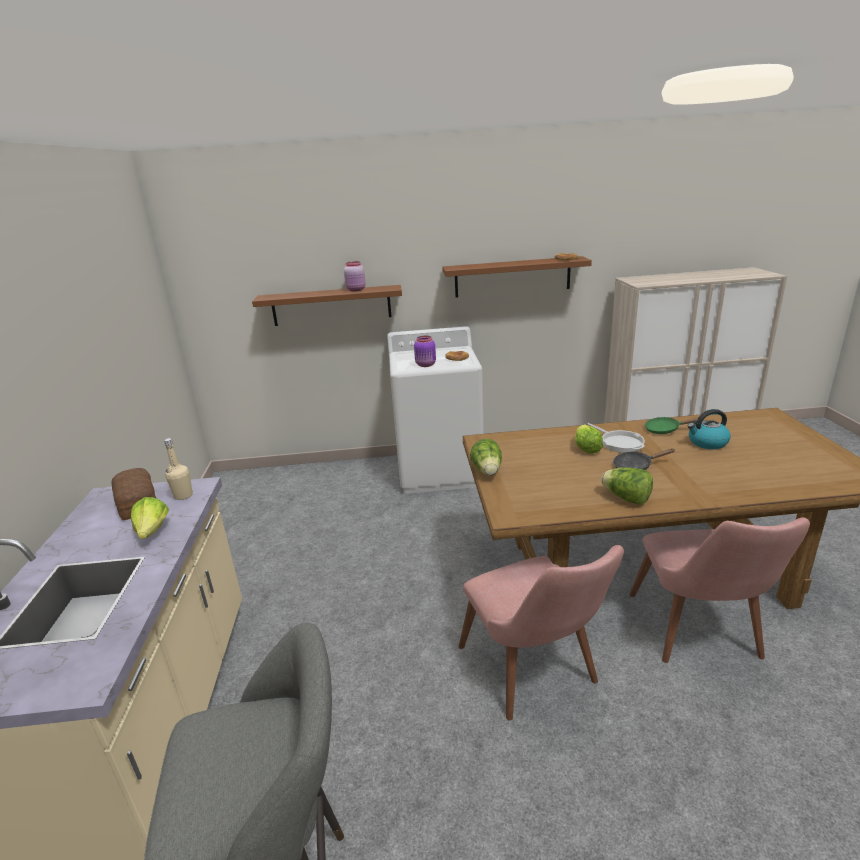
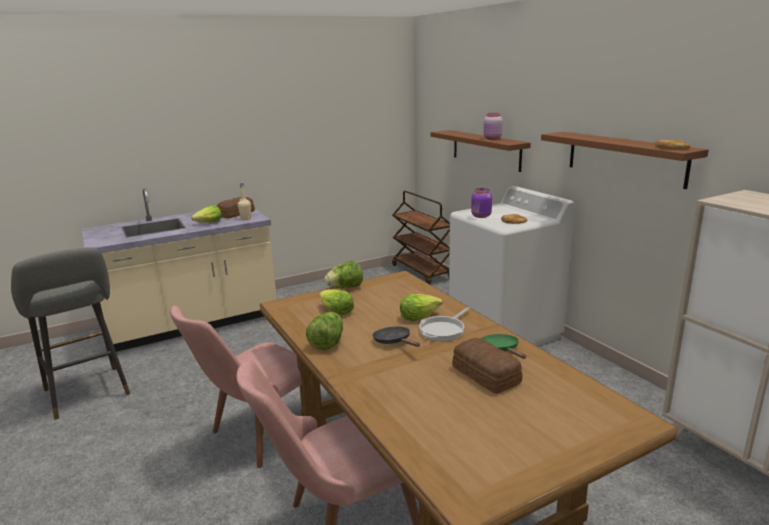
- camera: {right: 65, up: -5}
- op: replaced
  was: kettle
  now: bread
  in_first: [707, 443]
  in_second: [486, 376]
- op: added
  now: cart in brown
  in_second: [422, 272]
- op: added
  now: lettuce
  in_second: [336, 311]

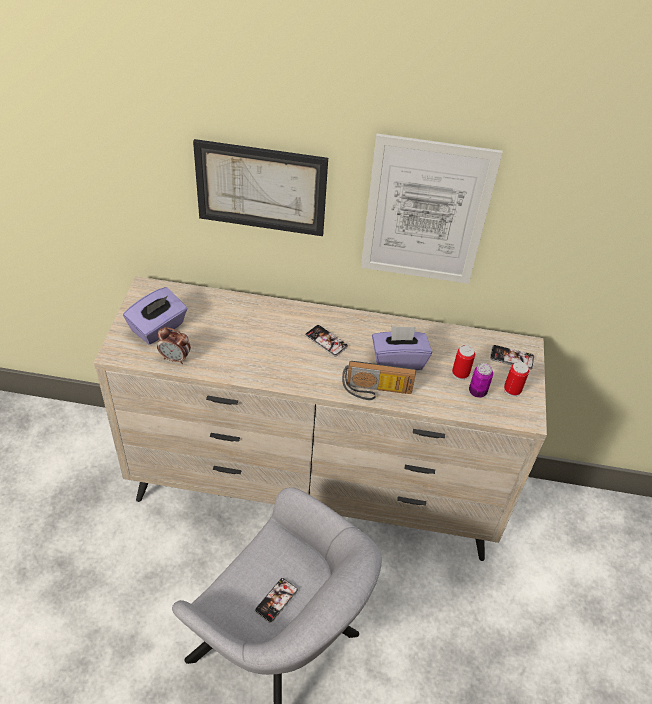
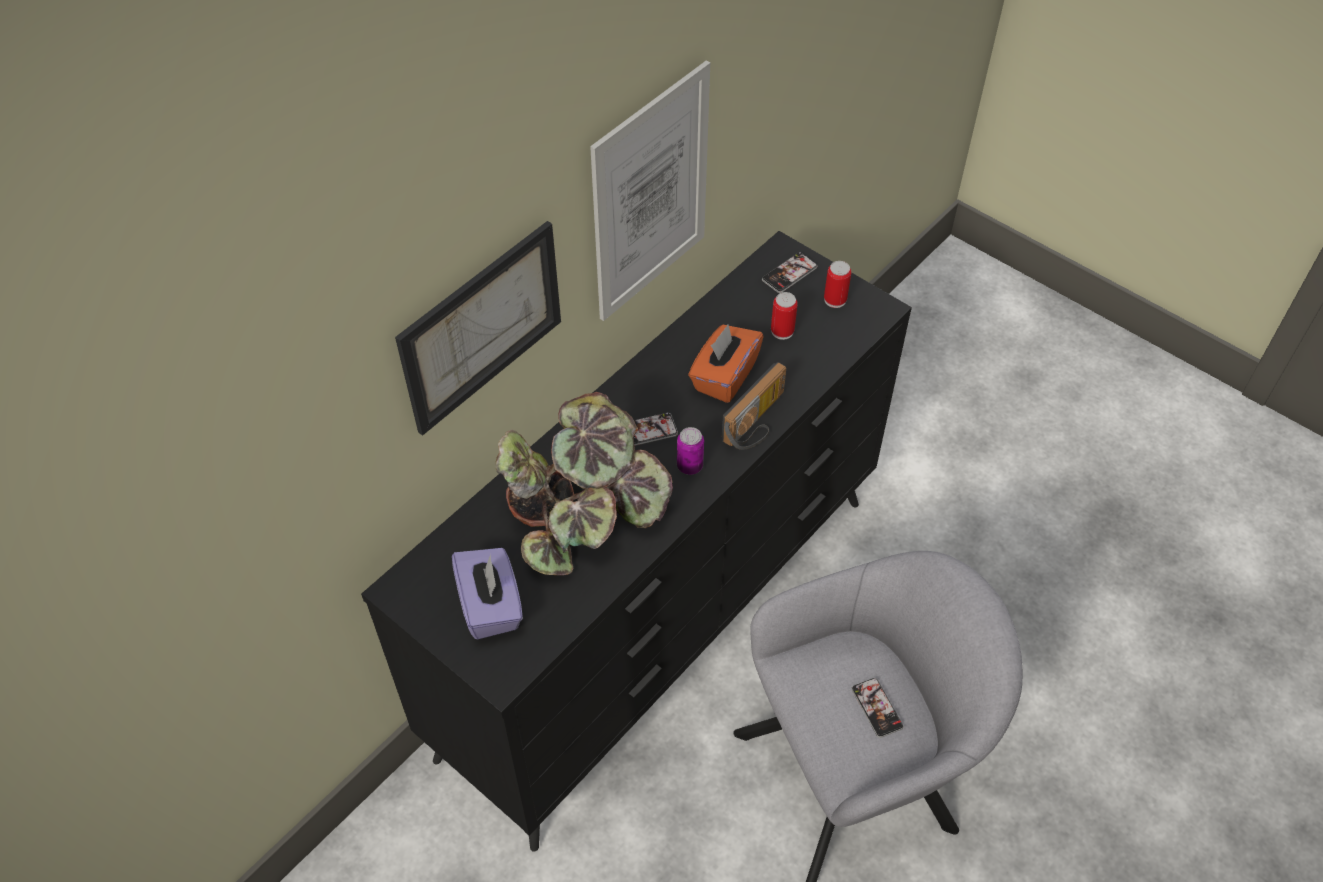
- camera: {right: -55, up: 5}
- op: recoloured
  was: dresser in beige
  now: dresser in black
  in_first: [316, 492]
  in_second: [662, 624]
- op: recoloured
  was: tissue box in purple
  now: tissue box in orange
  in_first: [398, 360]
  in_second: [724, 377]
- op: removed
  was: alarm clock
  in_first: [175, 358]
- op: moved
  was: can
  in_first: [477, 392]
  in_second: [689, 466]
- op: added
  now: potted plant
  in_second: [582, 515]

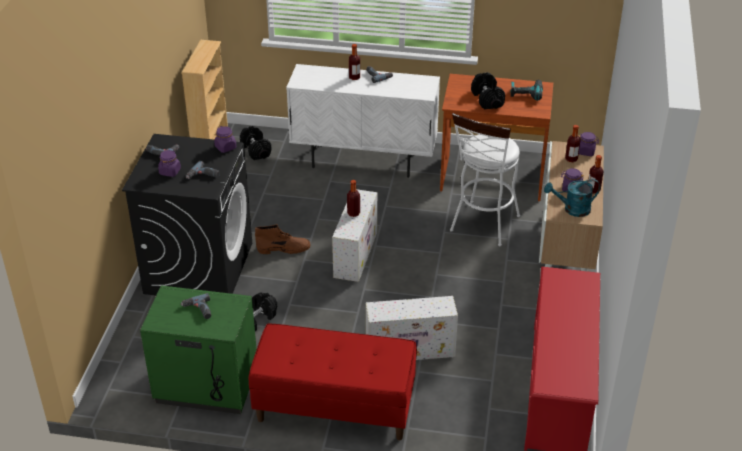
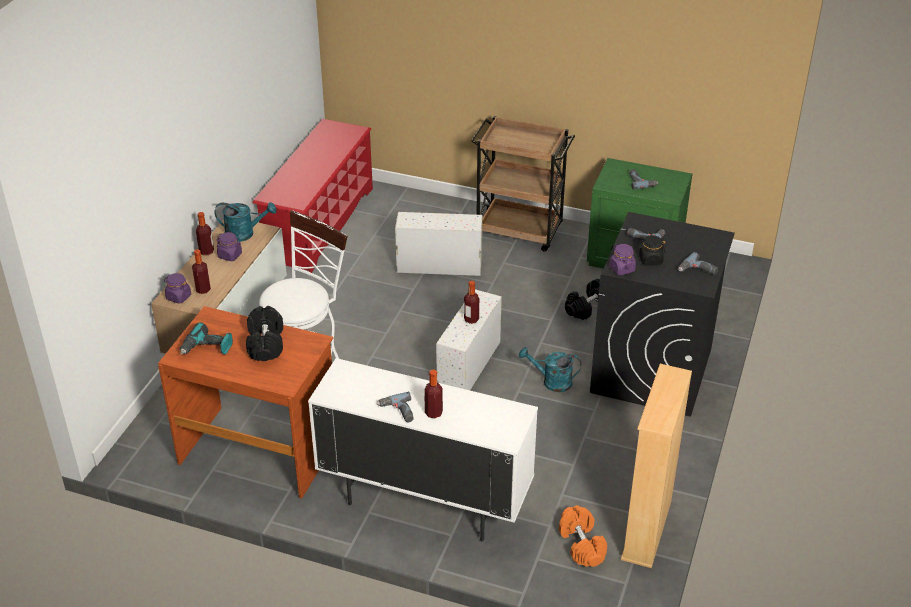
- camera: {right: -170, up: 0}
- op: recoloured
  was: dumbbell in black
  now: dumbbell in orange
  in_first: [256, 150]
  in_second: [581, 544]
- op: removed
  was: jar in purple
  in_first: [170, 171]
- op: replaced
  was: boot in brown
  now: watering can in turquoise
  in_first: [284, 249]
  in_second: [551, 382]
- op: replaced
  was: bench in red
  now: cart in brown
  in_first: [334, 407]
  in_second: [519, 231]
- op: added
  now: jar in black
  in_second: [650, 260]

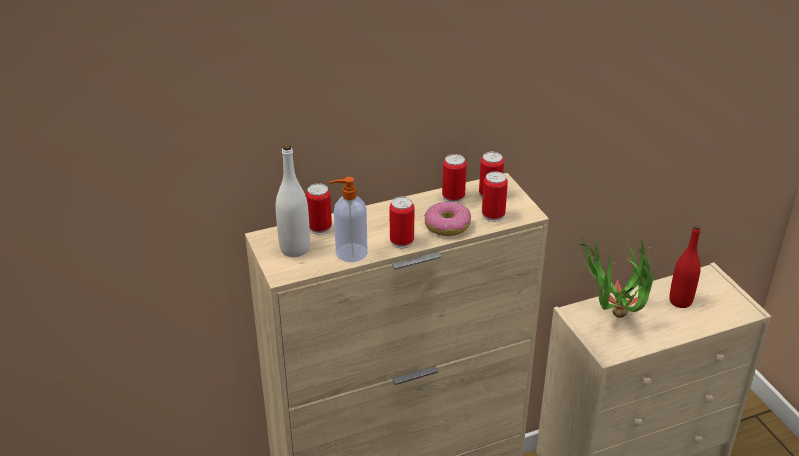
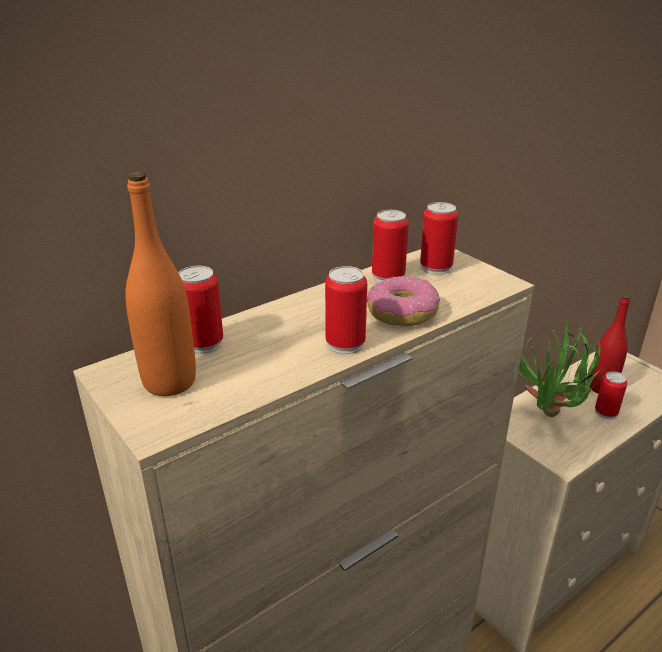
- camera: {right: -15, up: -5}
- op: recoloured
  was: bottle in white
  now: bottle in orange
  in_first: [295, 249]
  in_second: [169, 382]
- op: moved
  was: can
  in_first: [493, 215]
  in_second: [606, 412]
- op: removed
  was: soap dispenser
  in_first: [350, 253]

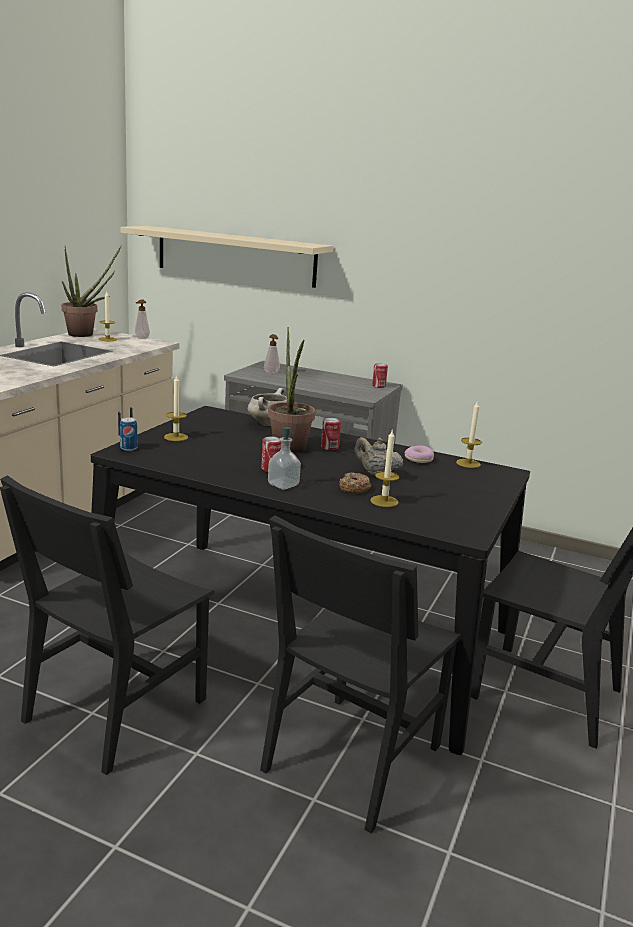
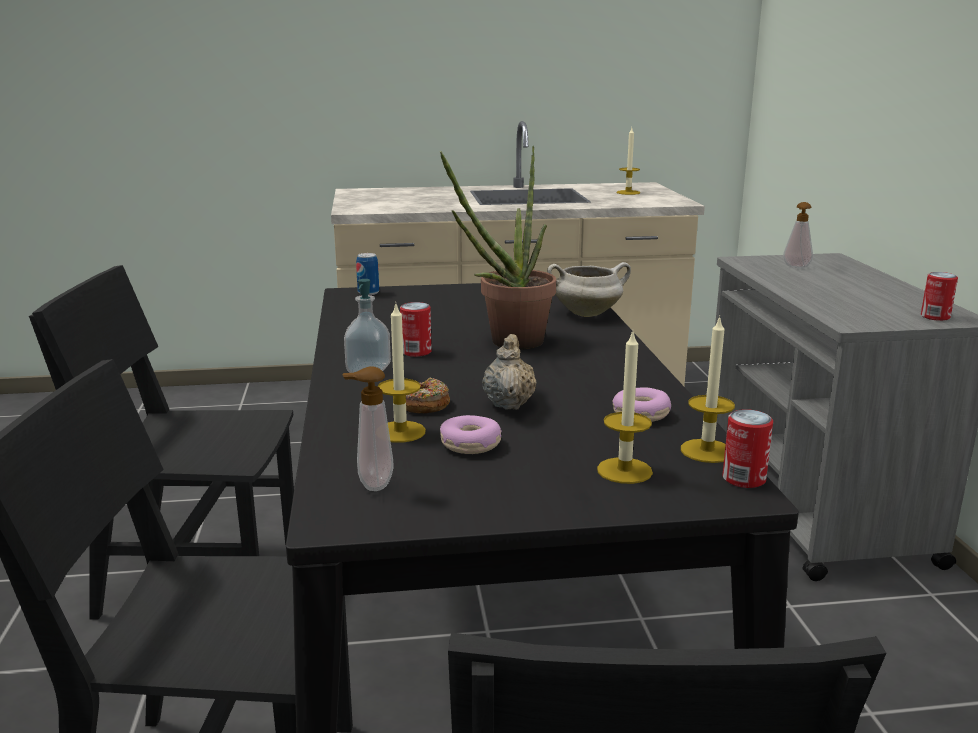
- camera: {right: 60, up: 0}
- op: removed
  was: shelf in beige
  in_first: [235, 256]
- op: removed
  was: potted plant
  in_first: [86, 334]
- op: moved
  was: soap dispenser
  in_first: [141, 338]
  in_second: [371, 484]
- op: moved
  was: candle
  in_first: [176, 437]
  in_second: [624, 470]
- op: moved
  was: can
  in_first: [329, 447]
  in_second: [744, 479]
- op: added
  now: donut
  in_second: [471, 445]

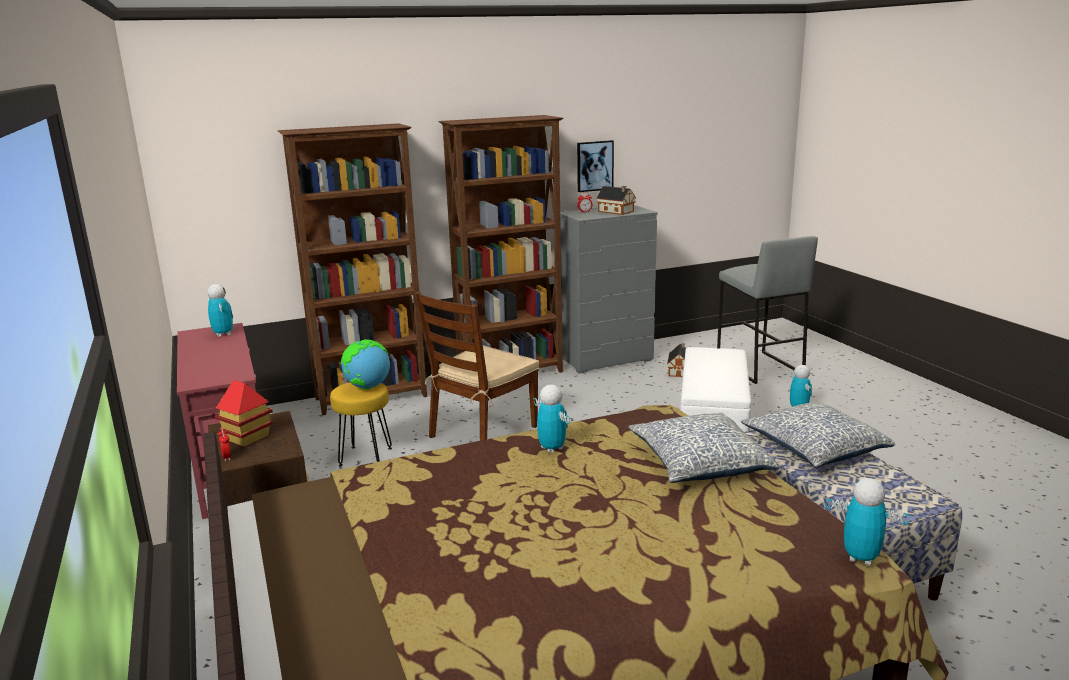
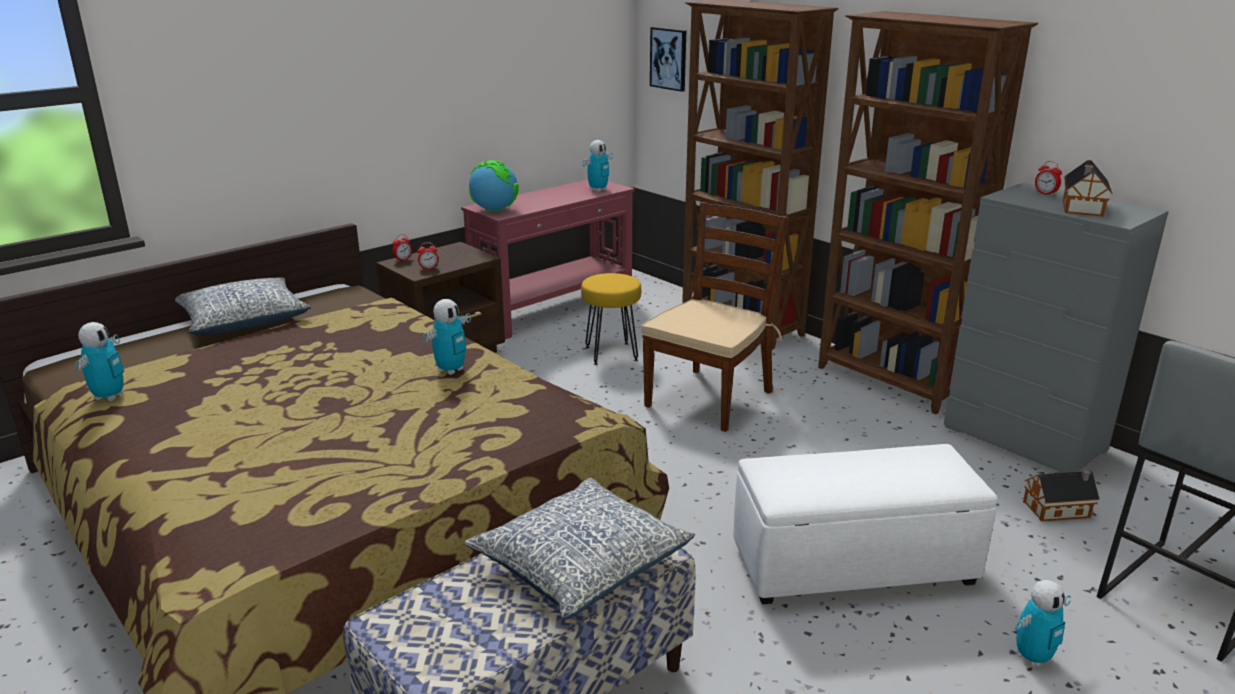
- camera: {right: 70, up: 5}
- op: moved
  was: picture
  in_first: [594, 166]
  in_second: [669, 58]
- op: turned
  was: chair in brown
  in_first: [482, 432]
  in_second: [709, 398]
  clockwise: 105
- op: moved
  was: globe
  in_first: [367, 387]
  in_second: [494, 210]
- op: removed
  was: toy house
  in_first: [247, 438]
- op: moved
  was: pillow
  in_first: [698, 463]
  in_second: [244, 320]
- op: moved
  was: toy robot
  in_first: [860, 558]
  in_second: [109, 396]
- op: added
  now: alarm clock
  in_second: [429, 268]

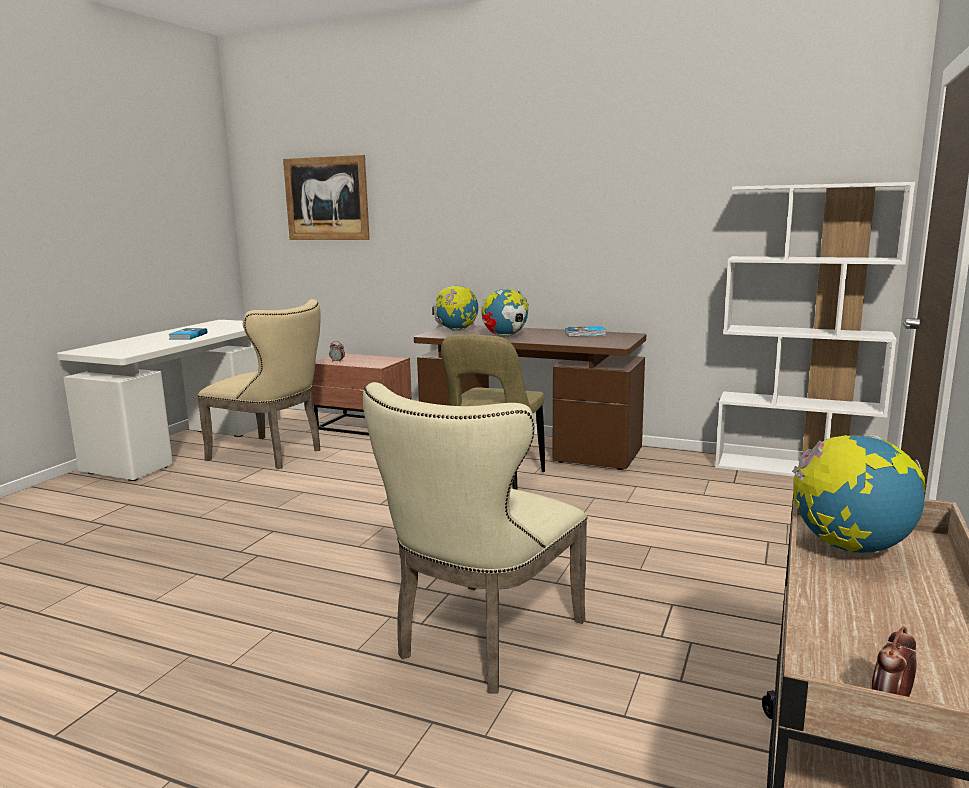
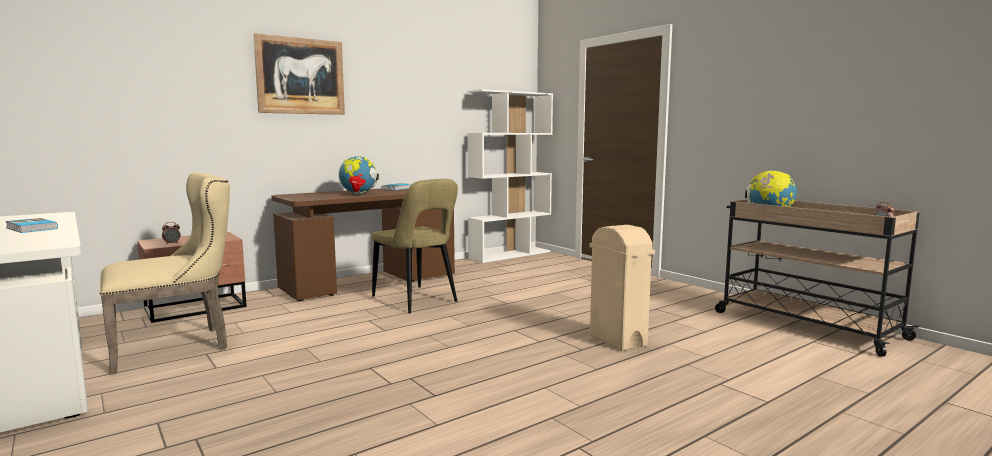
- camera: {right: -60, up: -5}
- op: moved
  was: picture
  in_first: [326, 199]
  in_second: [300, 76]
- op: removed
  was: globe
  in_first: [456, 330]
- op: replaced
  was: chair in beige
  now: trash can in beige
  in_first: [481, 642]
  in_second: [618, 341]

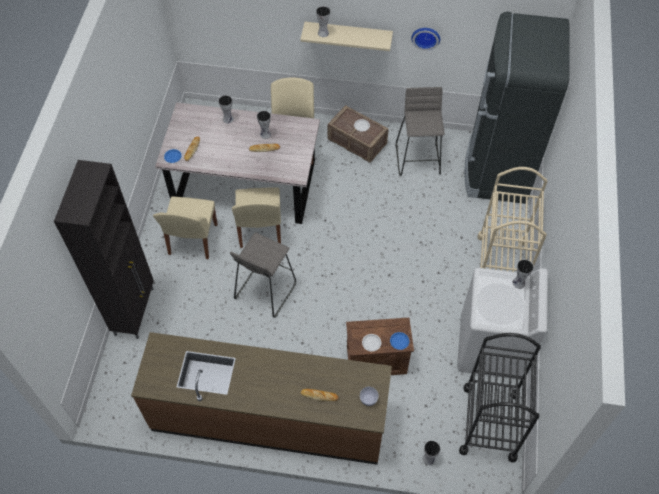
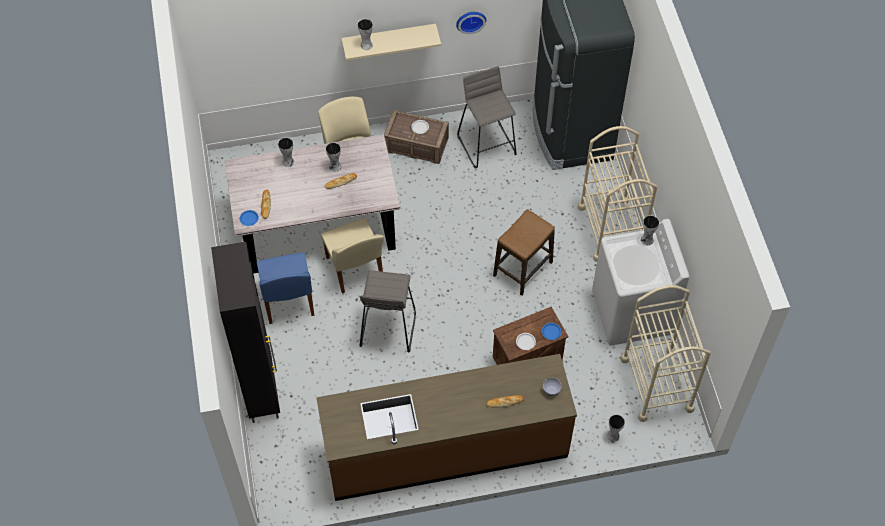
- camera: {right: -20, up: 0}
- op: recoloured
  was: chair in beige
  now: chair in blue
  in_first: [192, 240]
  in_second: [288, 301]
- op: recoloured
  was: cart in black
  now: cart in beige
  in_first: [489, 422]
  in_second: [656, 384]
- op: added
  now: stool
  in_second: [522, 269]

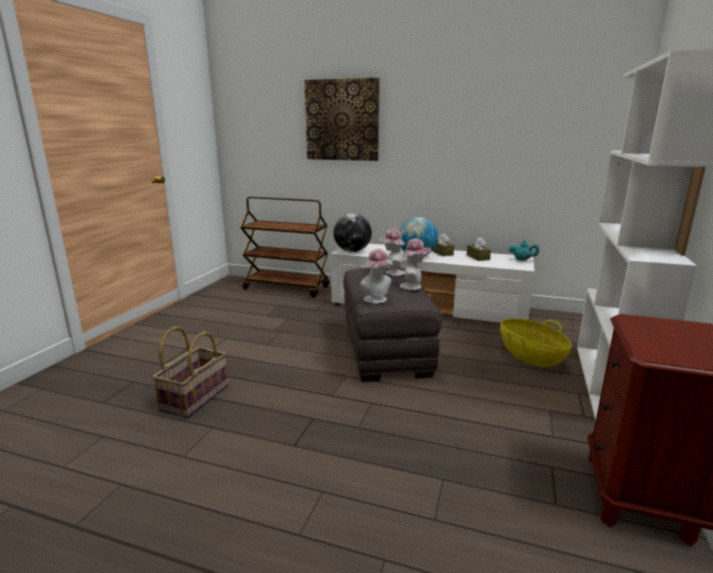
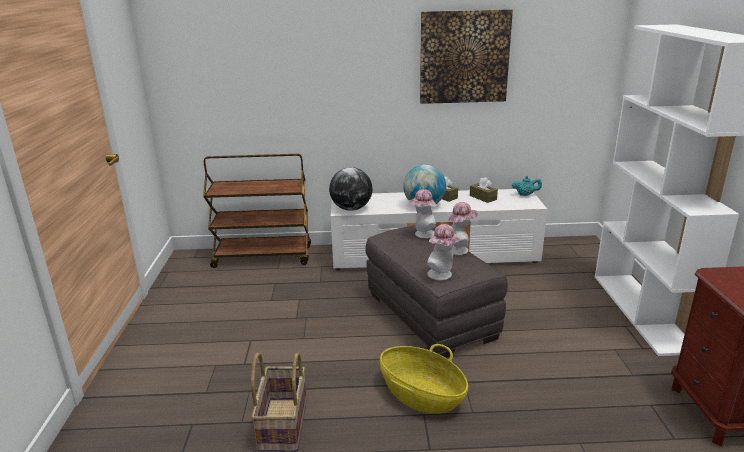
- camera: {right: -20, up: 5}
- op: moved
  was: picture
  in_first: [342, 120]
  in_second: [464, 57]
- op: moved
  was: basket
  in_first: [531, 355]
  in_second: [421, 395]

